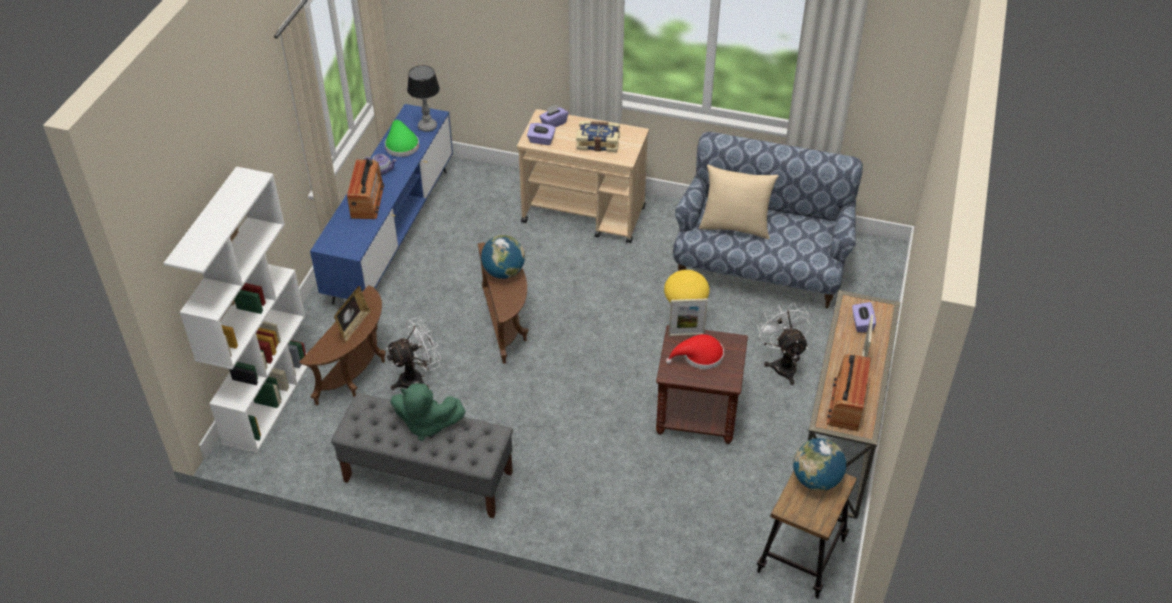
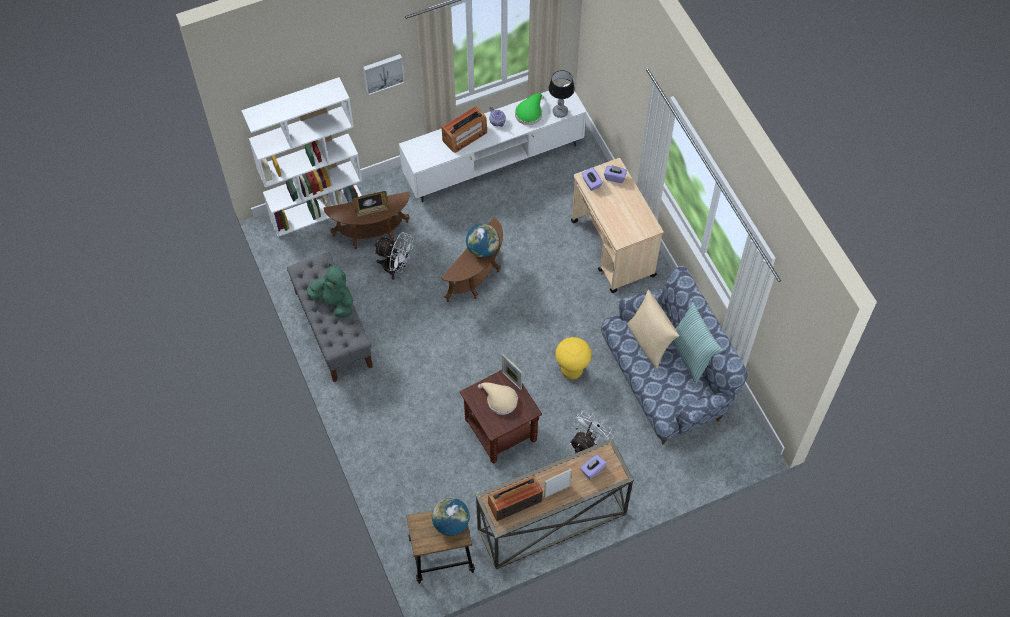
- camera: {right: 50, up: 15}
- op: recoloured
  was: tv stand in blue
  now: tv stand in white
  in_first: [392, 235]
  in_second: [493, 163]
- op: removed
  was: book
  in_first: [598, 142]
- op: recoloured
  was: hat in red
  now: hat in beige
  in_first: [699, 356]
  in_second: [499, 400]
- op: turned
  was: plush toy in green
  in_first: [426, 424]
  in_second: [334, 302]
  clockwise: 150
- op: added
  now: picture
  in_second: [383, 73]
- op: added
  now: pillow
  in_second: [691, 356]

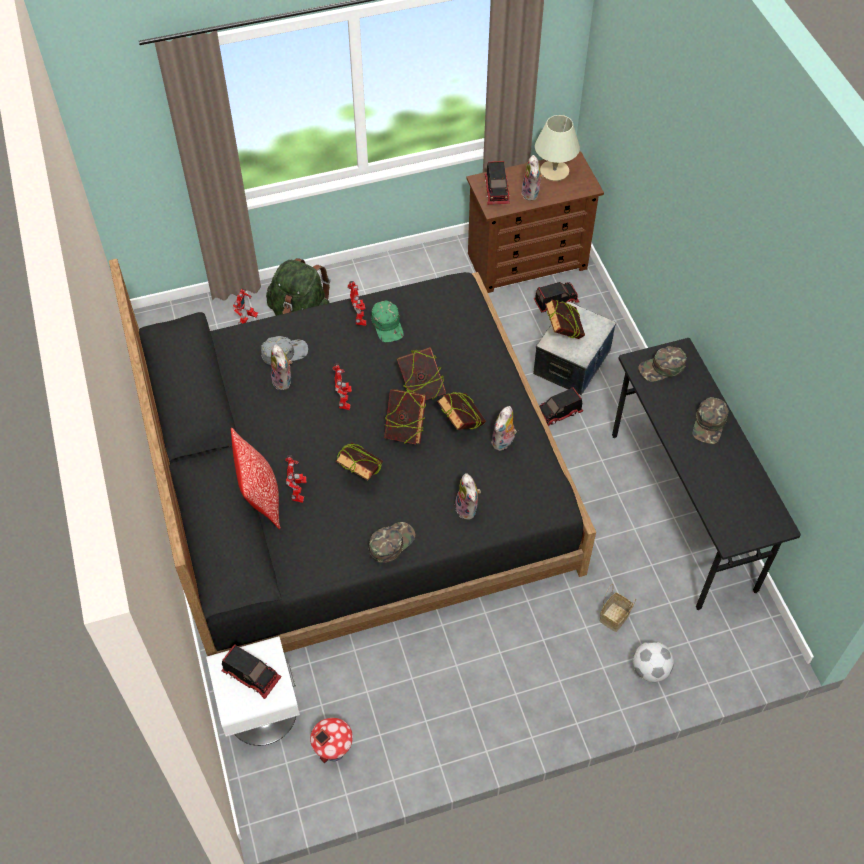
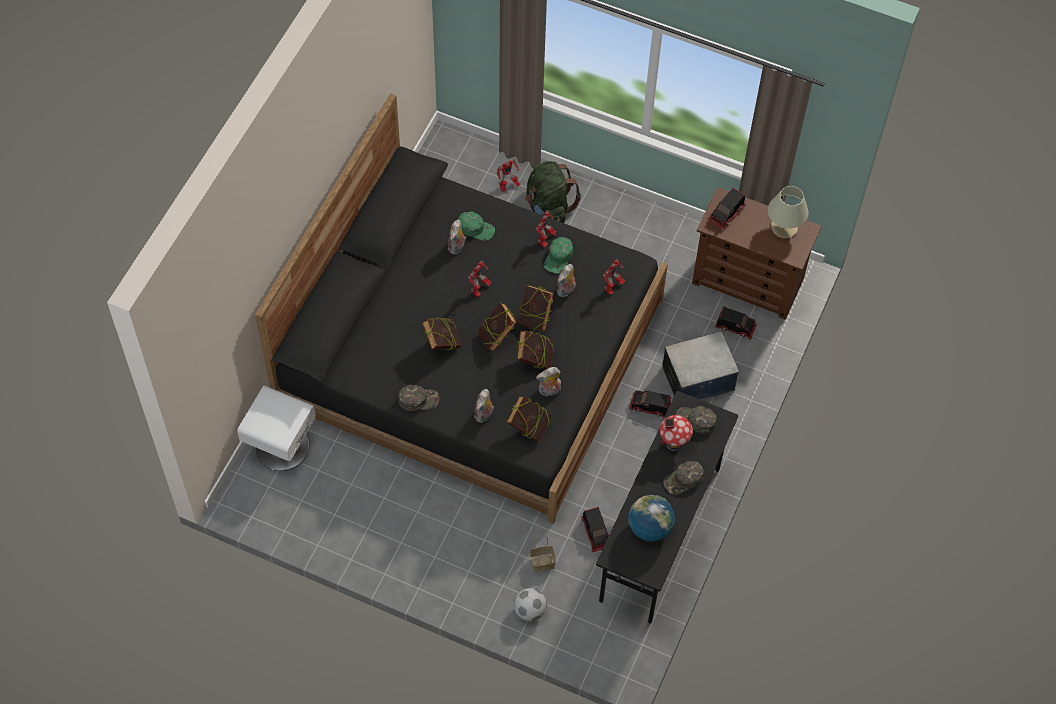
- camera: {right: 40, up: 5}
- op: moved
  was: plush toy
  in_first: [532, 193]
  in_second: [566, 291]
- op: moved
  was: book
  in_first: [563, 333]
  in_second: [529, 428]
- op: recoloured
  was: cap in grey
  now: cap in green
  in_first: [284, 352]
  in_second: [476, 228]
- op: removed
  was: pillow
  in_first: [261, 498]
- op: moved
  was: toy robot
  in_first: [298, 492]
  in_second: [613, 287]
- op: moved
  was: toy truck
  in_first: [252, 674]
  in_second: [596, 532]
- op: moved
  was: toy house
  in_first: [333, 750]
  in_second: [673, 443]
- op: added
  now: globe
  in_second: [649, 528]

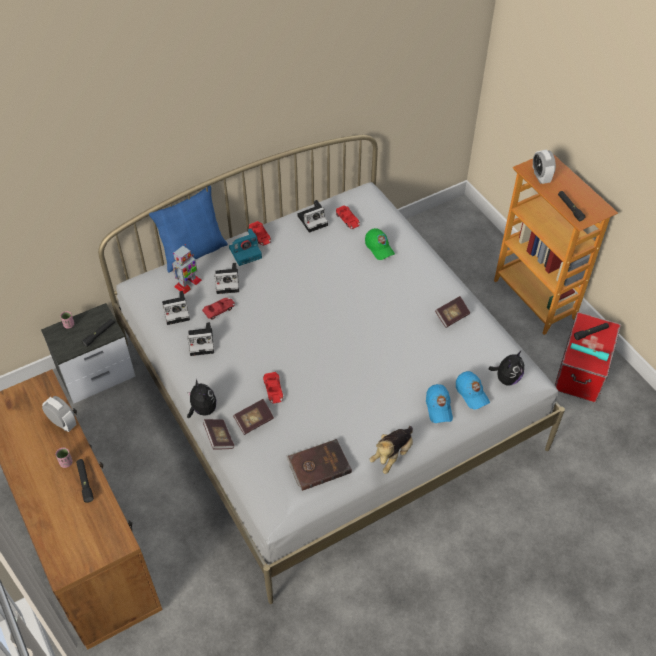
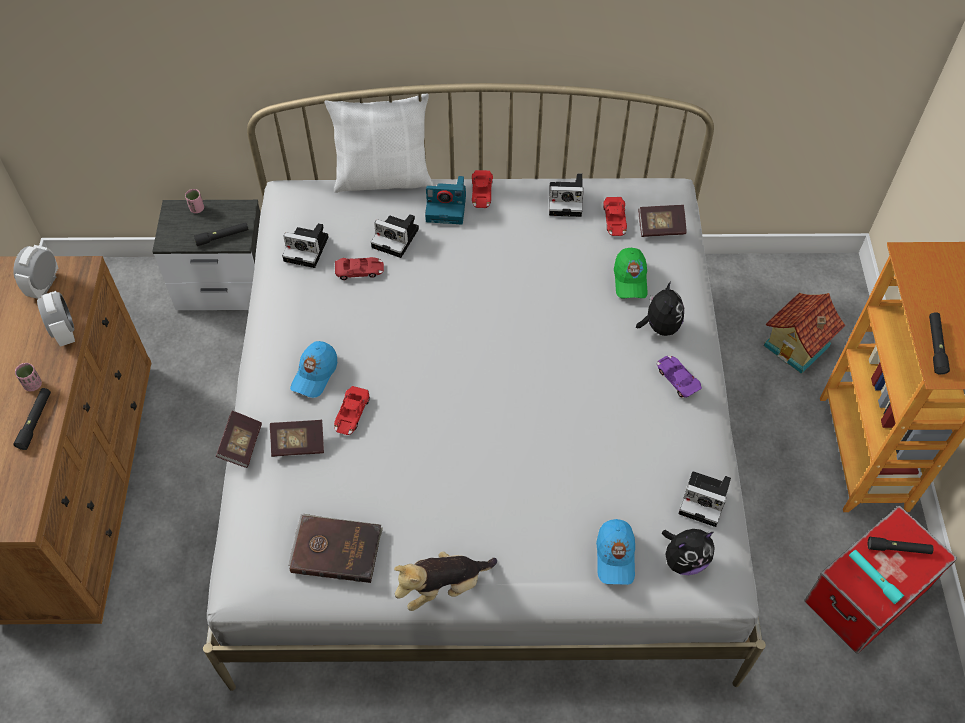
- camera: {right: 30, up: 5}
- op: moved
  was: alarm clock
  in_first: [540, 177]
  in_second: [44, 285]
- op: recoloured
  was: pillow in blue
  now: pillow in white
  in_first: [193, 251]
  in_second: [383, 177]
- op: removed
  was: toy robot
  in_first: [188, 284]
- op: moved
  was: book
  in_first: [452, 316]
  in_second: [661, 227]
- op: moved
  was: photo camera
  in_first: [202, 342]
  in_second: [706, 500]
- op: moved
  was: plush toy
  in_first: [202, 410]
  in_second: [659, 326]
- op: moved
  was: cap in blue
  in_first: [438, 407]
  in_second: [315, 374]
- op: added
  now: toy house
  in_second: [798, 346]
- op: added
  now: toy car in purple
  in_second: [677, 378]

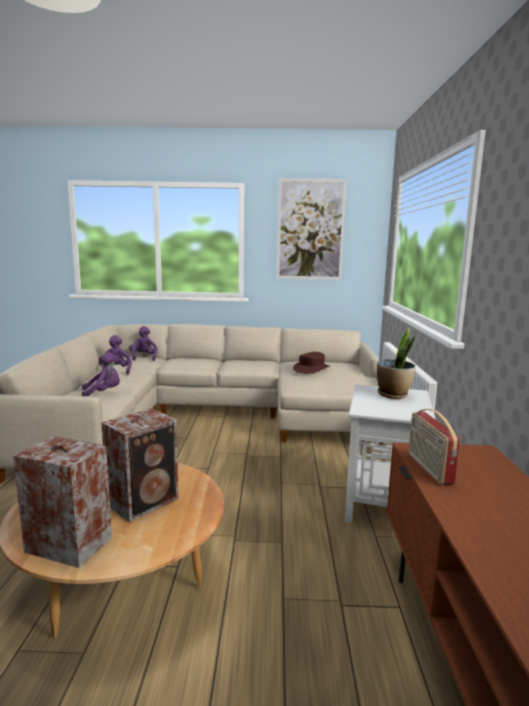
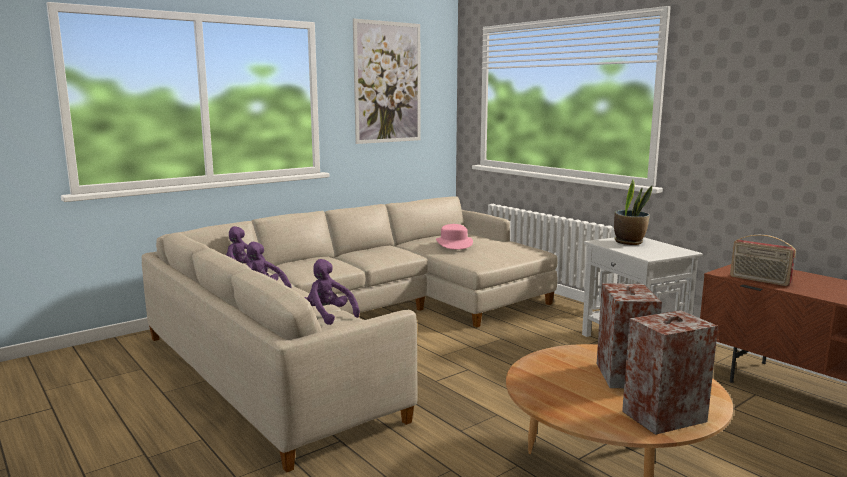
- camera: {right: -40, up: 0}
- op: turned
  was: plush toy in purple
  in_first: [103, 393]
  in_second: [327, 316]
  clockwise: -75
- op: recoloured
  was: hat in brown
  now: hat in pink
  in_first: [311, 369]
  in_second: [454, 244]

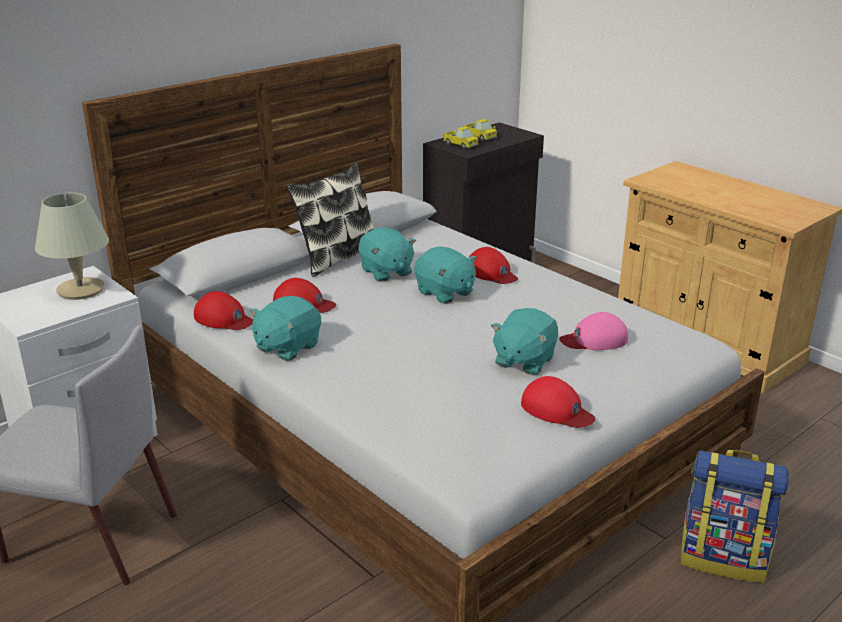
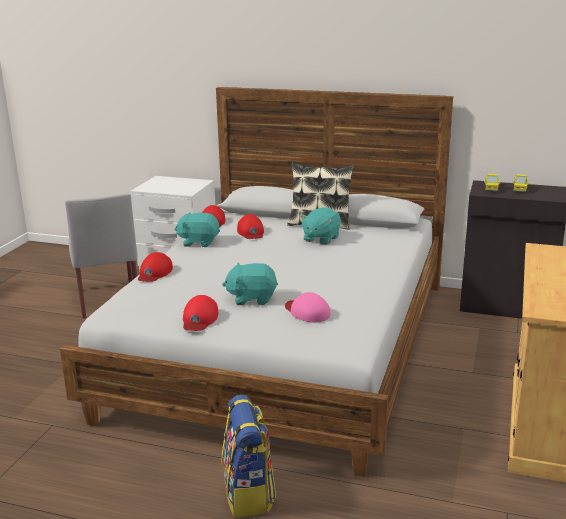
- camera: {right: 60, up: -5}
- op: removed
  was: table lamp in beige
  in_first: [80, 290]
- op: removed
  was: plush toy in turquoise
  in_first: [445, 293]
- op: moved
  was: cap in red
  in_first: [491, 273]
  in_second: [154, 273]

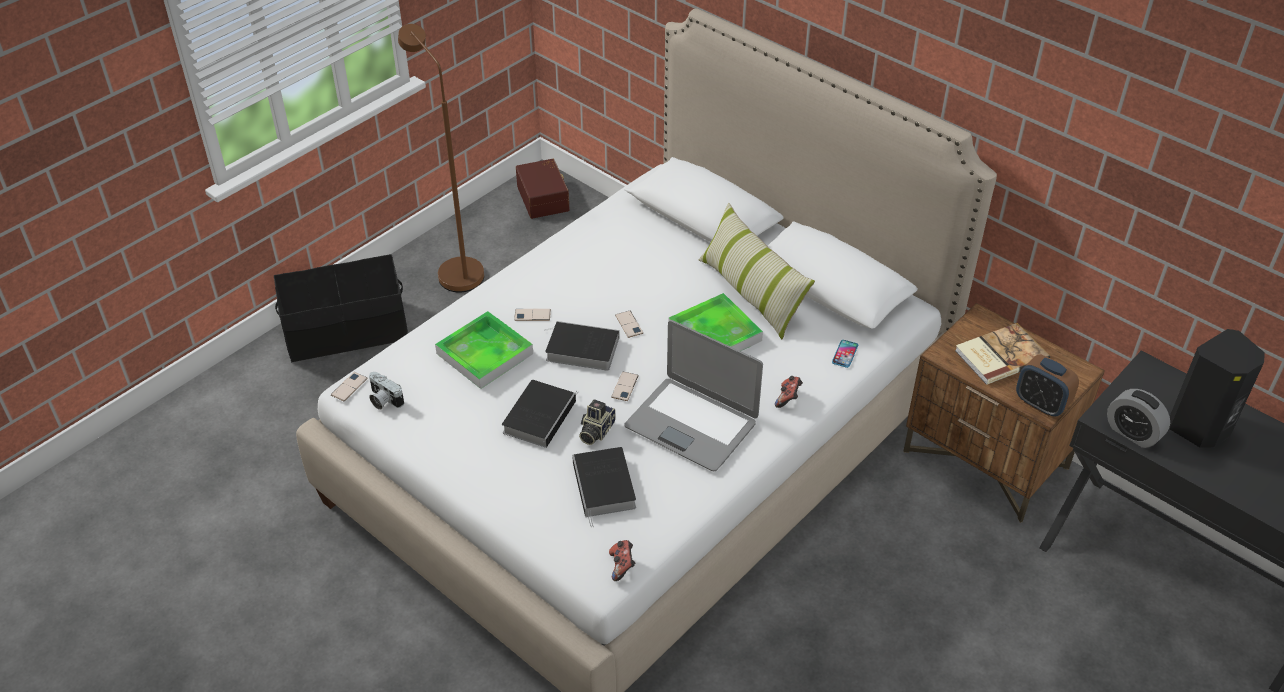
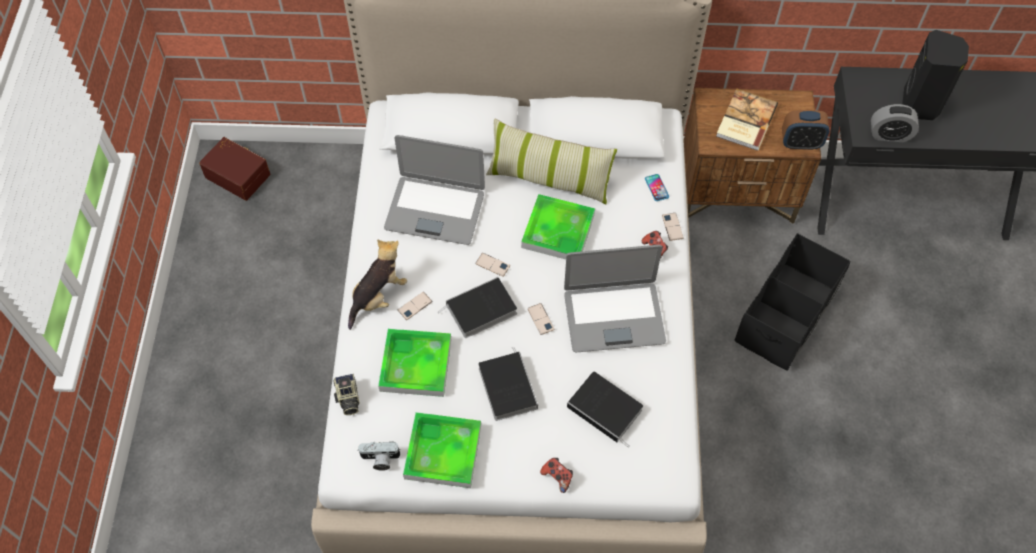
- camera: {right: -40, up: 15}
- op: removed
  was: floor lamp in brown
  in_first: [455, 269]
- op: moved
  was: storage box in black
  in_first: [347, 331]
  in_second: [786, 316]
- op: moved
  was: phone
  in_first: [349, 387]
  in_second: [672, 227]
- op: moved
  was: photo camera
  in_first: [595, 431]
  in_second: [348, 399]
- op: moved
  was: game controller
  in_first: [622, 566]
  in_second: [557, 477]
- op: added
  now: laptop
  in_second: [435, 210]
- op: added
  now: plush toy
  in_second: [378, 296]
- op: added
  now: tray
  in_second: [443, 452]

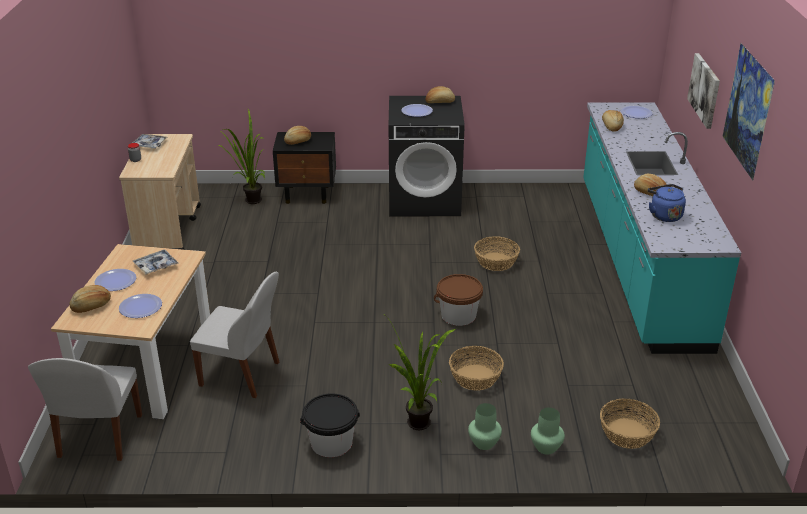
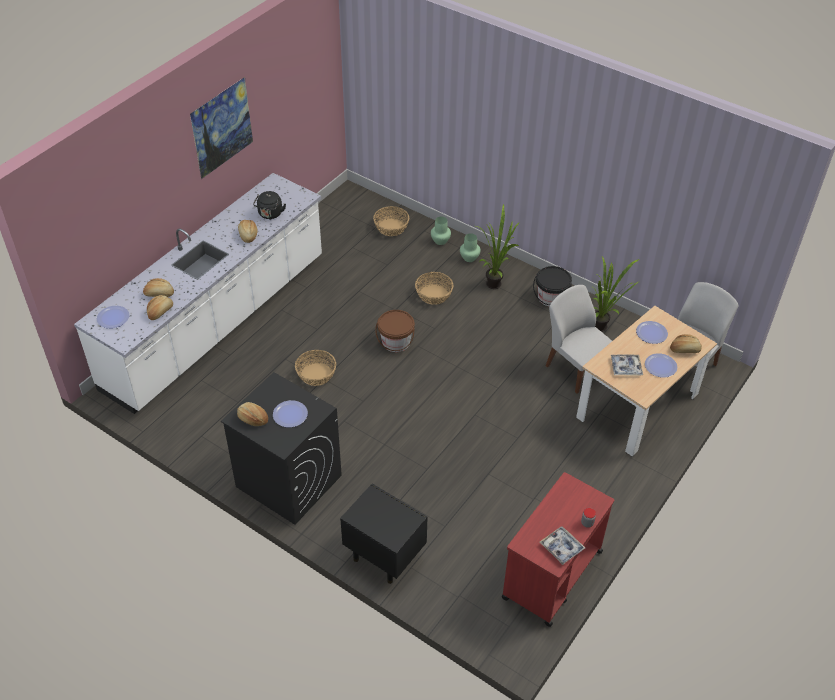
- camera: {right: -145, up: 15}
- op: removed
  was: picture
  in_first: [704, 90]
- op: recoloured
  was: counter in turquoise
  now: counter in white
  in_first: [638, 259]
  in_second: [217, 322]
- op: moved
  was: potted plant
  in_first: [249, 201]
  in_second: [603, 327]
- op: moved
  was: bread
  in_first: [298, 141]
  in_second: [159, 294]
- op: recoloured
  was: cart in beige
  now: cart in red
  in_first: [168, 228]
  in_second: [551, 575]
- op: recoloured
  was: kettle in blue
  now: kettle in black
  in_first: [664, 215]
  in_second: [270, 214]

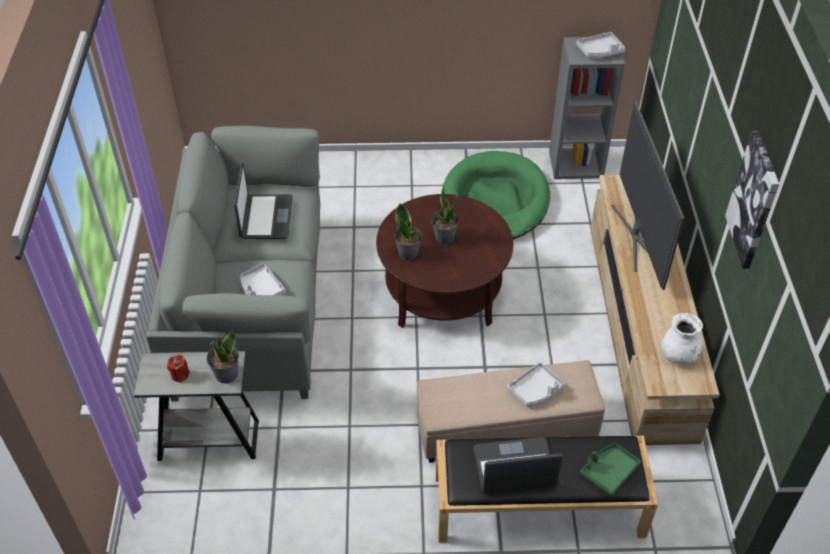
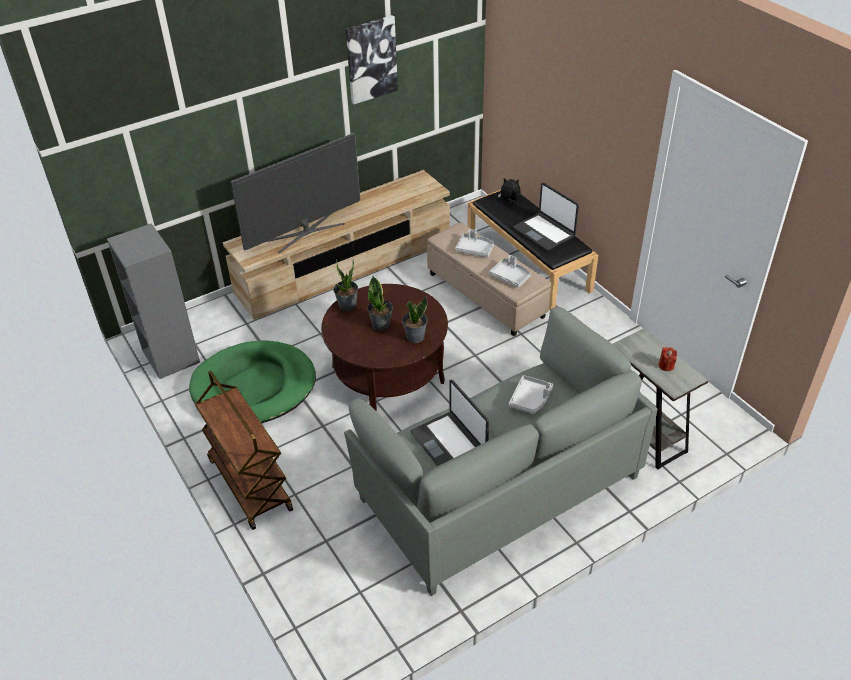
- camera: {right: -120, up: -5}
- op: moved
  was: tray in grey
  in_first: [600, 51]
  in_second: [510, 277]
- op: turned
  was: laptop
  in_first: [265, 218]
  in_second: [449, 443]
  clockwise: -90
- op: removed
  was: vase in white
  in_first: [678, 355]
- op: moved
  was: potted plant
  in_first: [226, 374]
  in_second: [347, 305]
- op: replaced
  was: tray in green
  now: plush toy
  in_first: [609, 471]
  in_second: [509, 201]
- op: added
  now: cart in brown
  in_second: [249, 484]

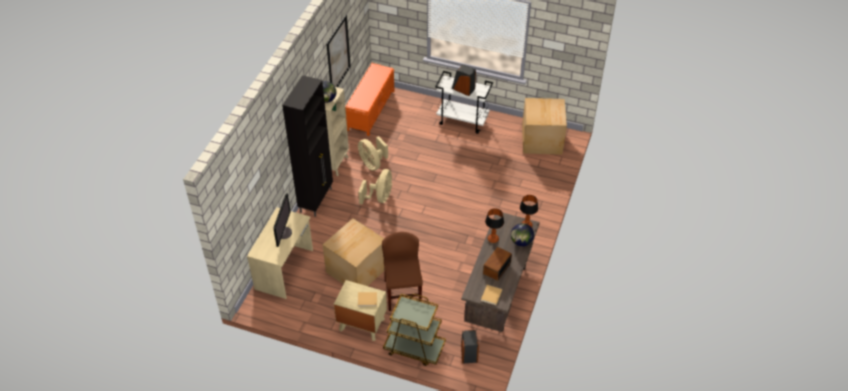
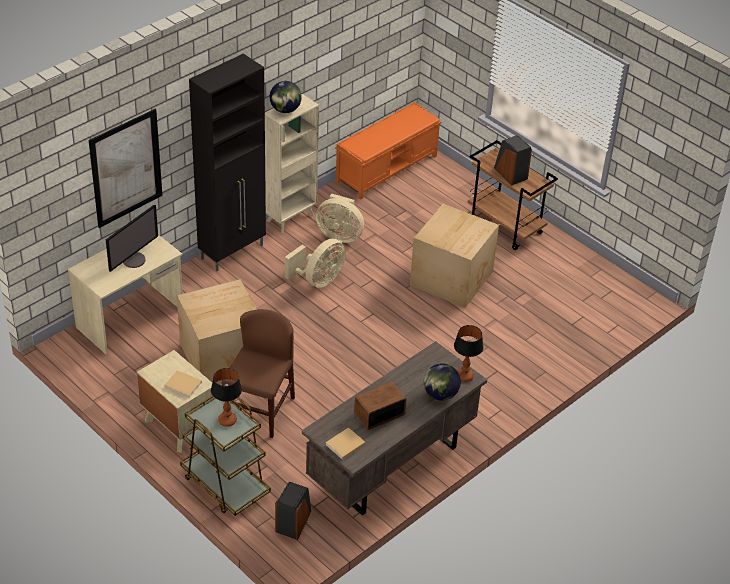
- camera: {right: 25, up: -5}
- op: moved
  was: picture
  in_first: [338, 55]
  in_second: [126, 168]
- op: recoloured
  was: cart in white
  now: cart in brown
  in_first: [463, 120]
  in_second: [506, 226]
- op: moved
  was: cardboard box
  in_first: [542, 139]
  in_second: [452, 278]
- op: turned
  was: fan in beige
  in_first: [372, 164]
  in_second: [340, 235]
  clockwise: -60
- op: moved
  was: table lamp
  in_first: [493, 239]
  in_second: [227, 420]

